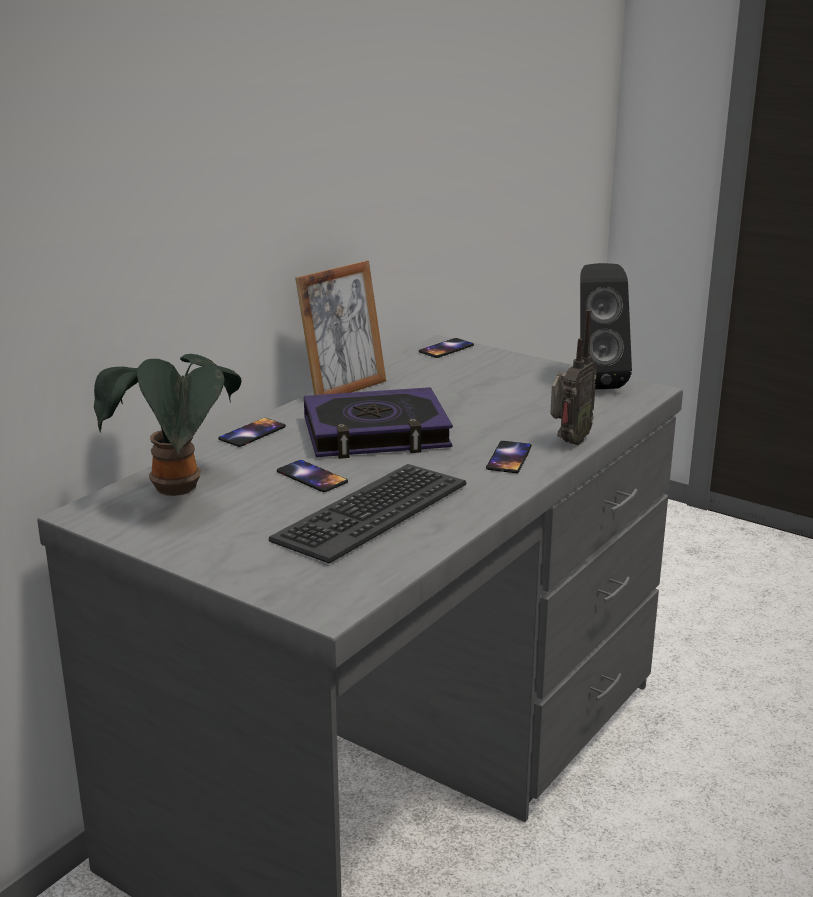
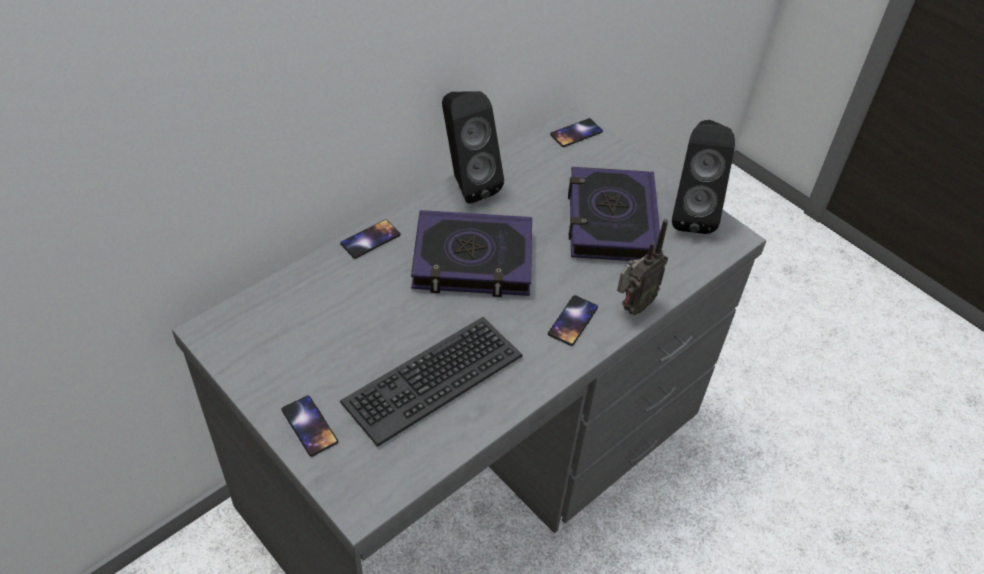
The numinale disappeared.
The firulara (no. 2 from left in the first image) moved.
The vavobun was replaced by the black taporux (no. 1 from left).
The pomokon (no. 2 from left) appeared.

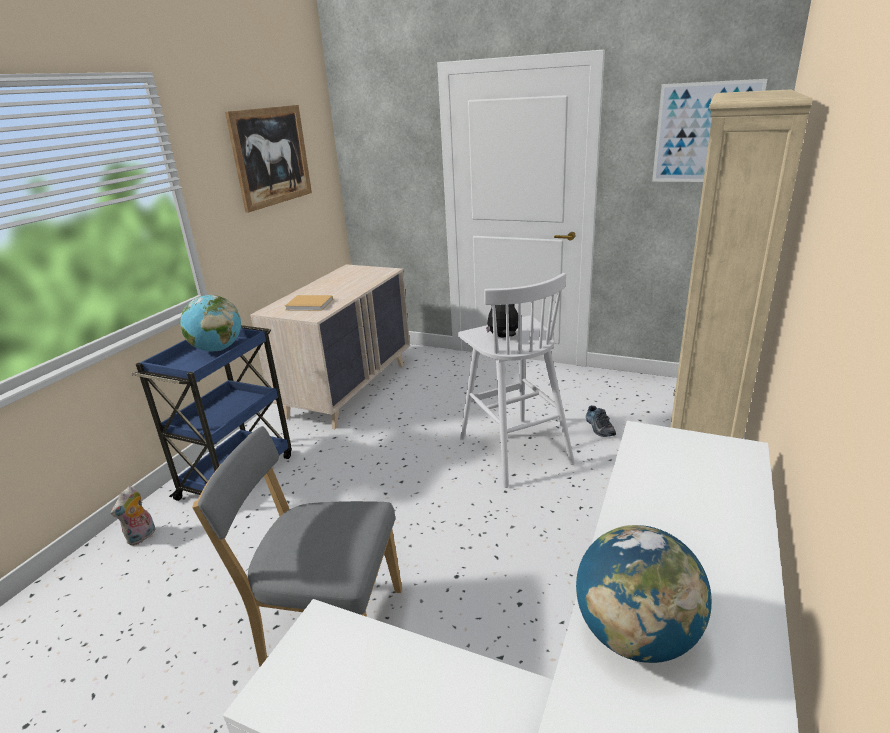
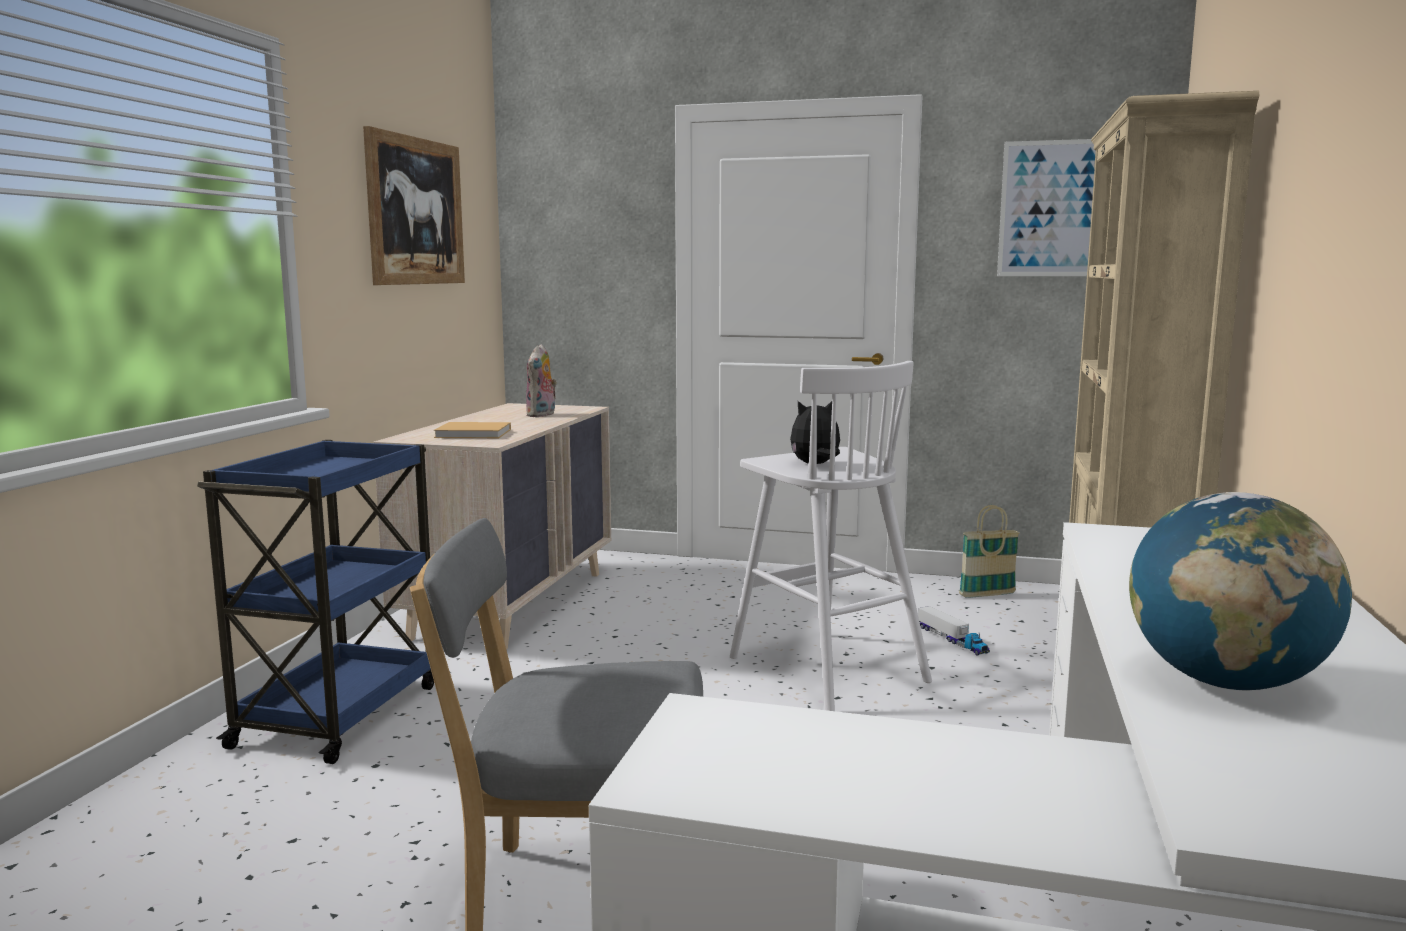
The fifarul (no. 1 from left) moved.
The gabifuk (no. 1 from left) disappeared.
The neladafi was replaced by the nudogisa.
The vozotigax appeared.

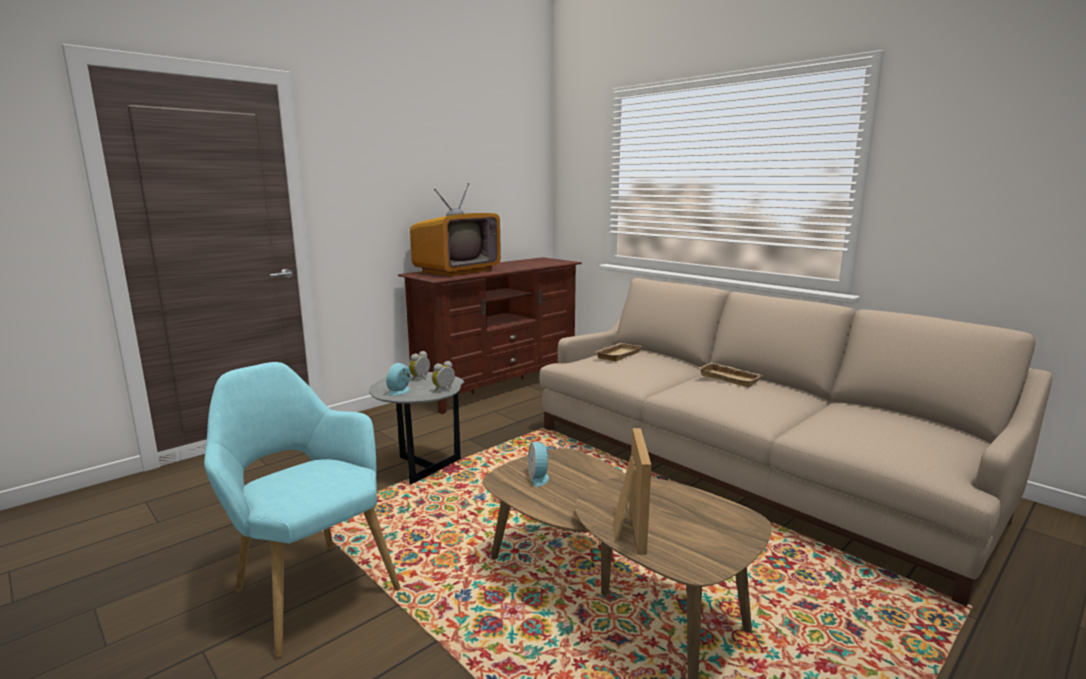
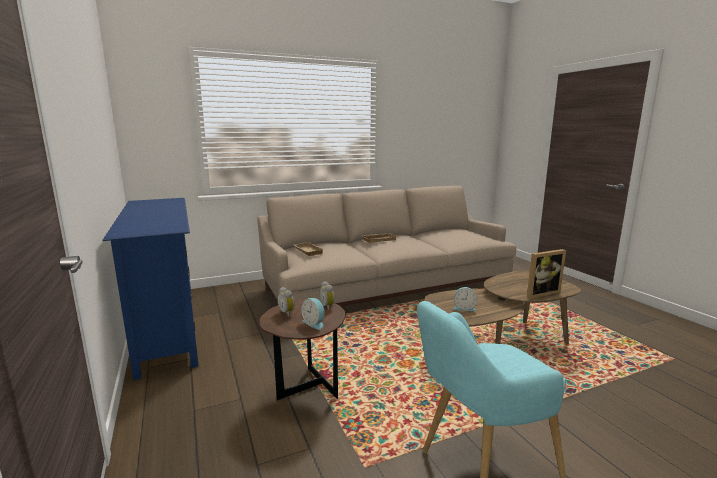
The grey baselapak became the brown baselapak.
The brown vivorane became the blue vivorane.
The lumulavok disappeared.
The vavobun turned 135 degrees clockwise.

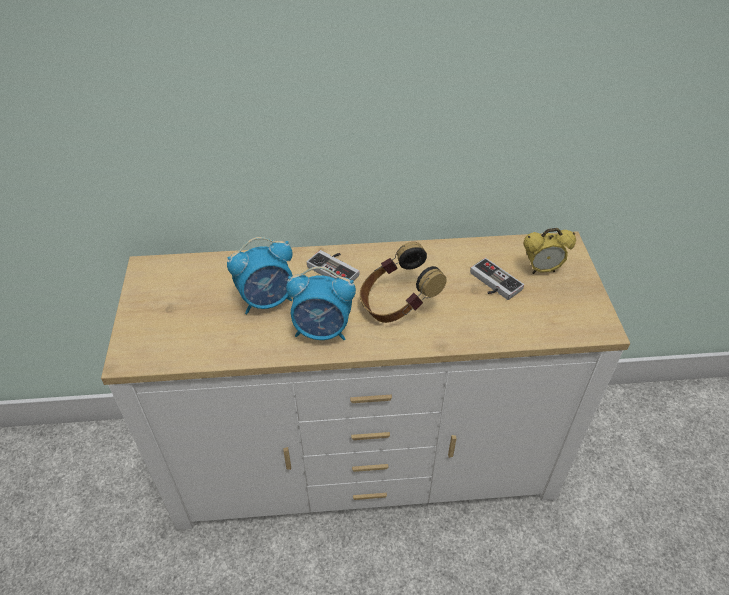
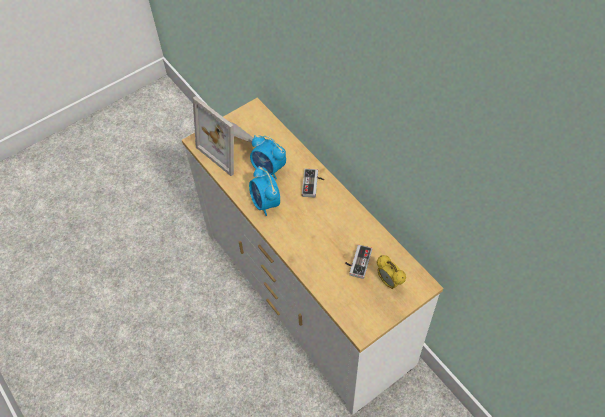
The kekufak disappeared.
The vavobun appeared.

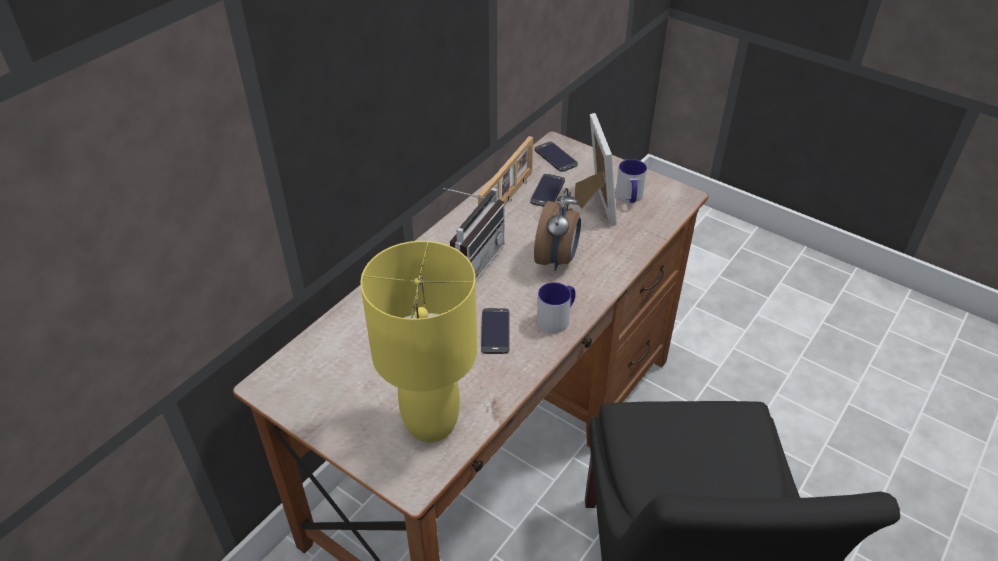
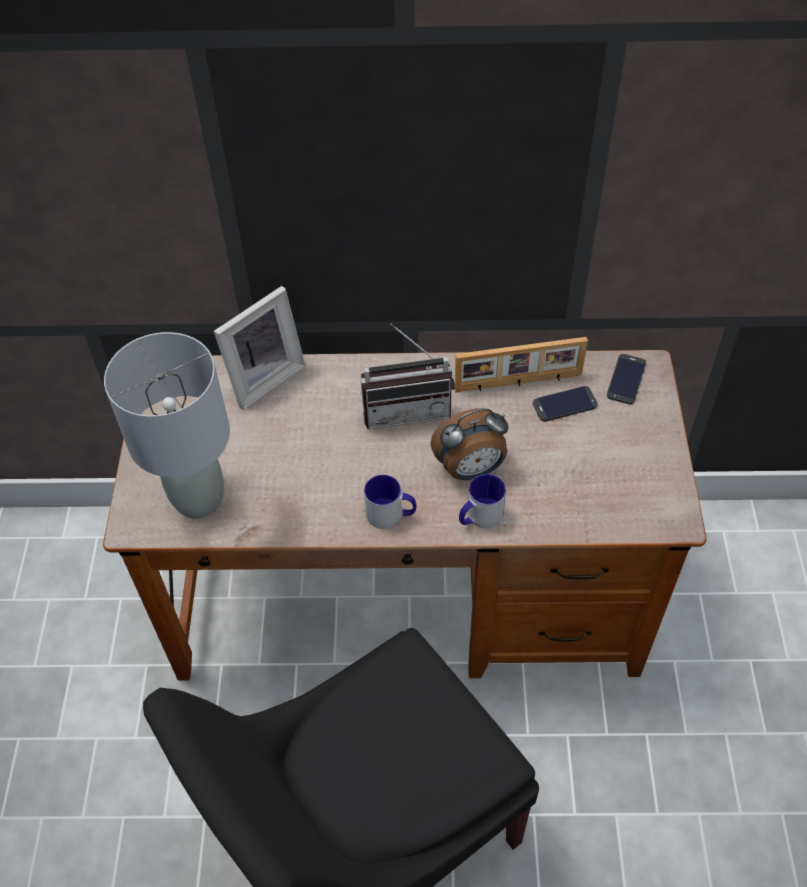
The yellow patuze became the grey patuze.
The firulara (no. 1 from left) disappeared.
The vavobun (no. 2 from left in the first image) moved.
The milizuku (no. 2 from left) moved.

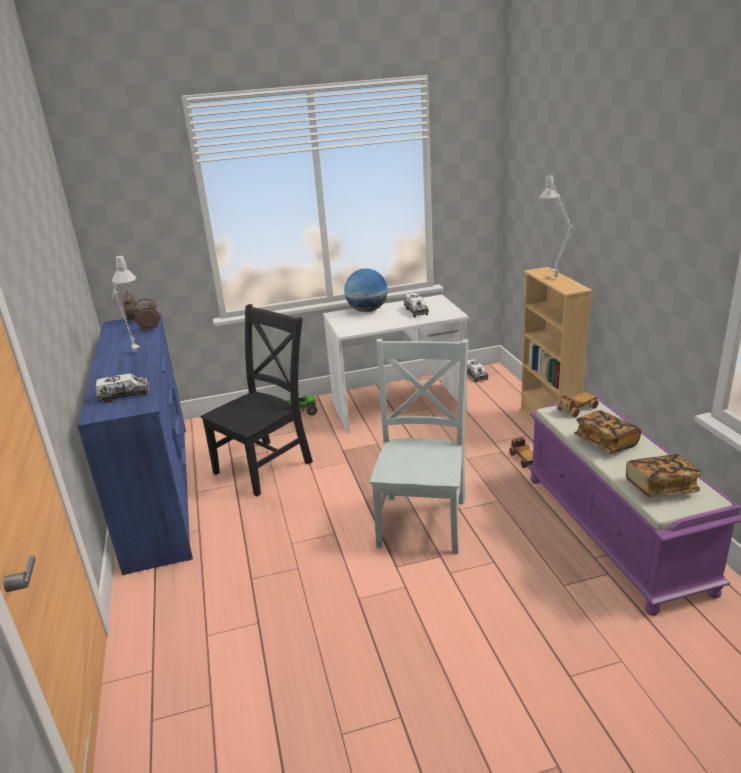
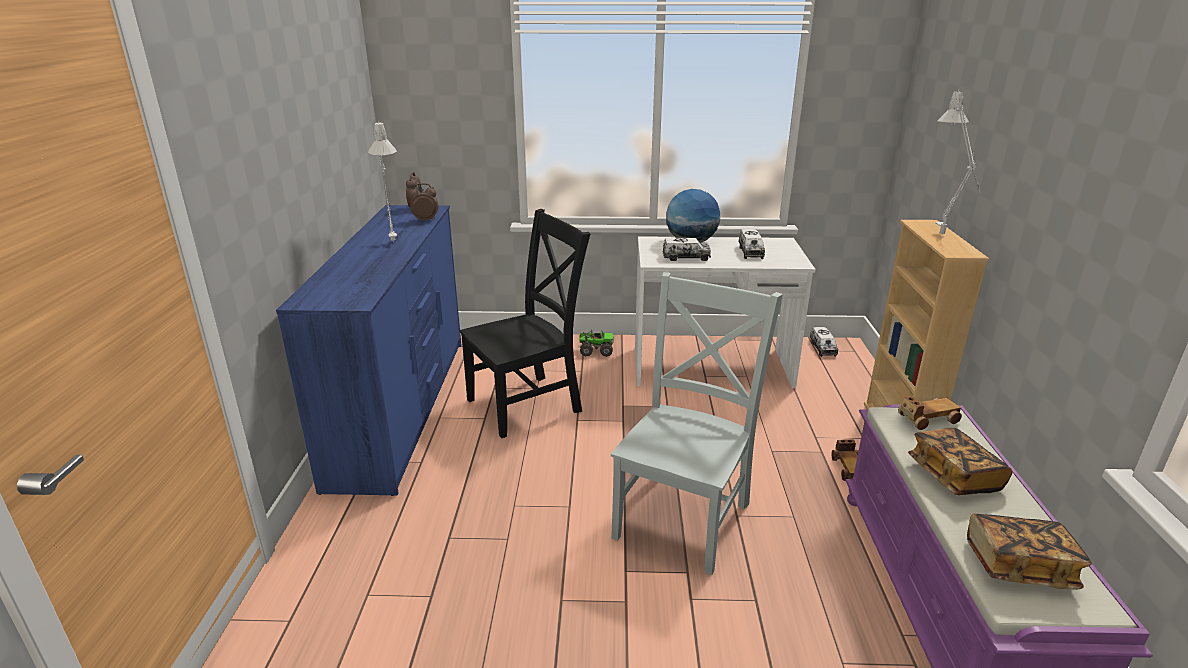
The nudogisa (no. 1 from left in the first image) moved.

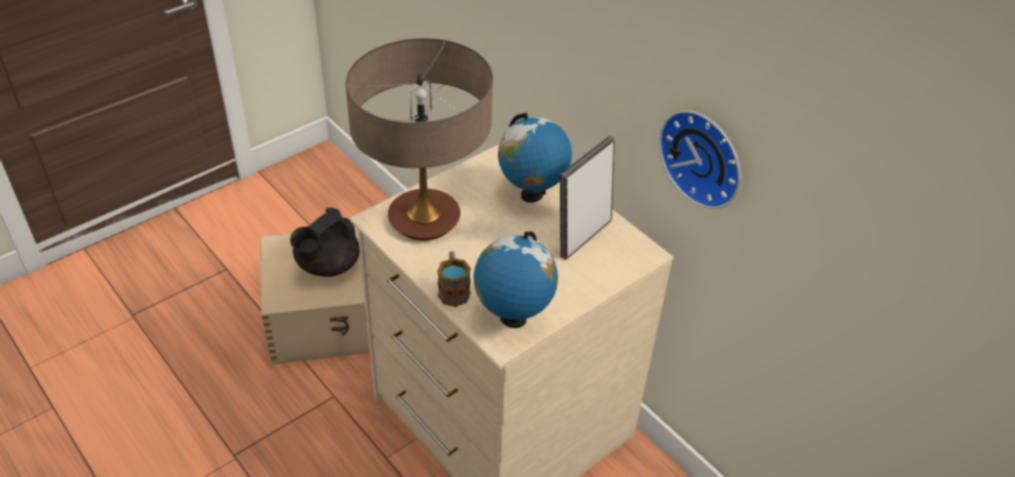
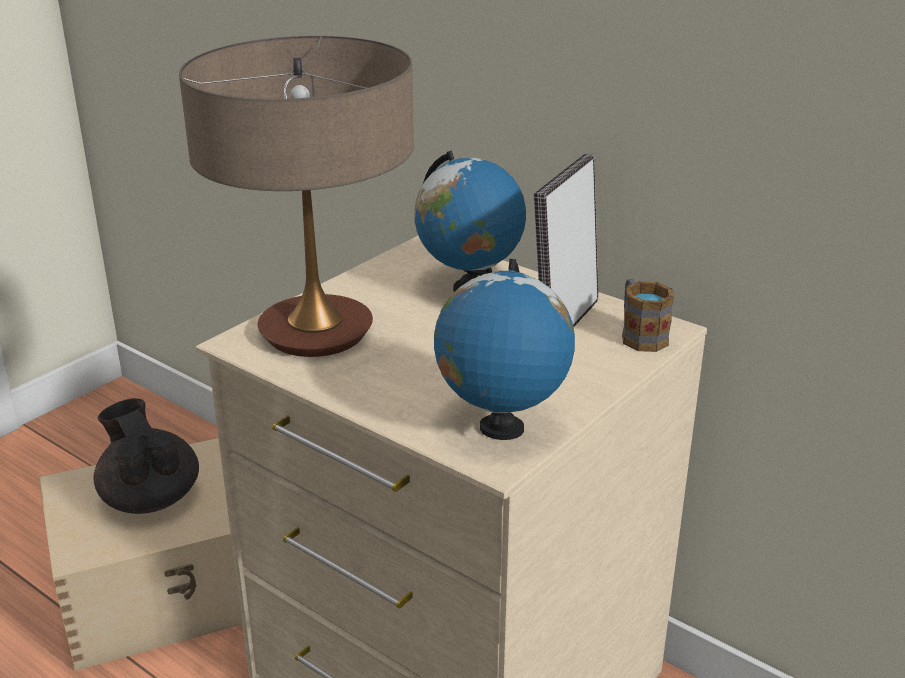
The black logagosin turned 120 degrees clockwise.
The milizuku moved.
The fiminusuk disappeared.

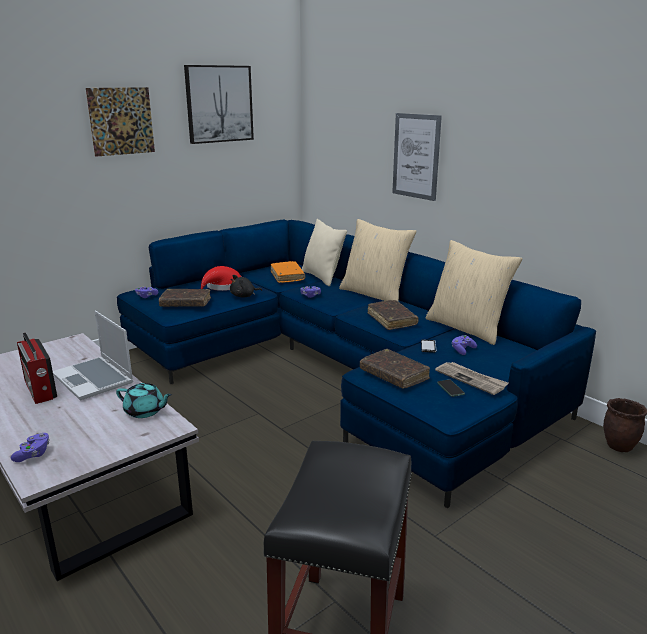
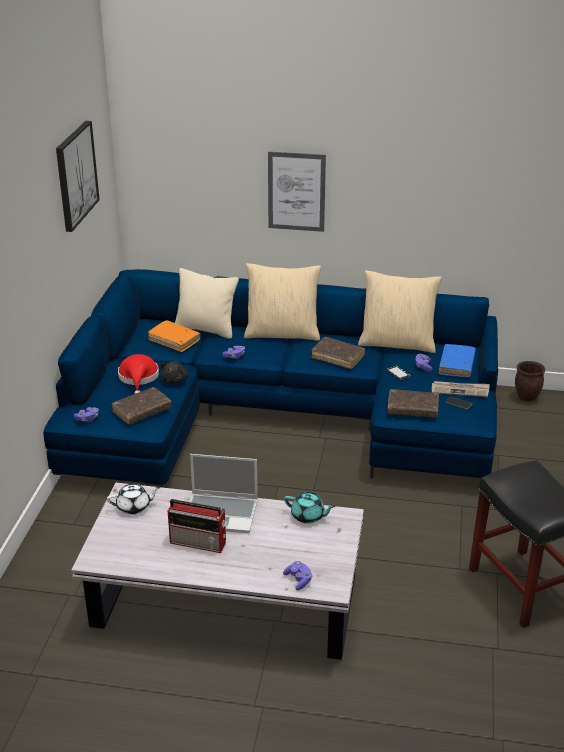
The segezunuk (no. 1 from left) disappeared.
The turquoise logagosin turned 45 degrees clockwise.
The white logagosin appeared.
The blue pomokon appeared.

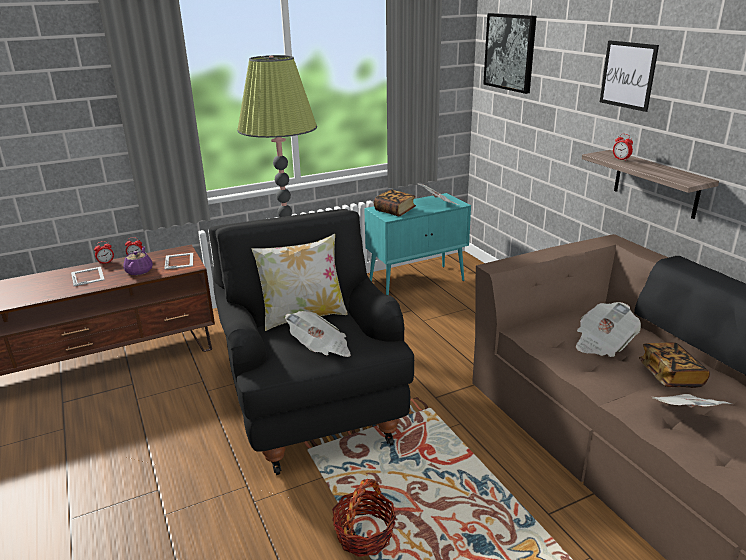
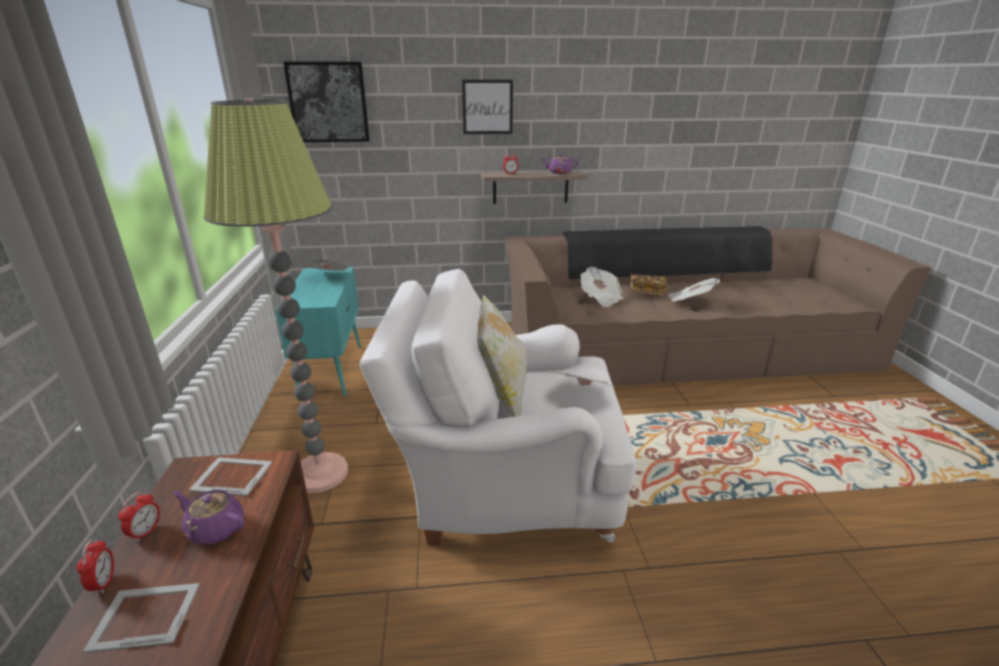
The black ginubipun became the white ginubipun.
The vozotigax disappeared.
The pomokon (no. 1 from left) disappeared.
The purple logagosin (no. 2 from left) appeared.

